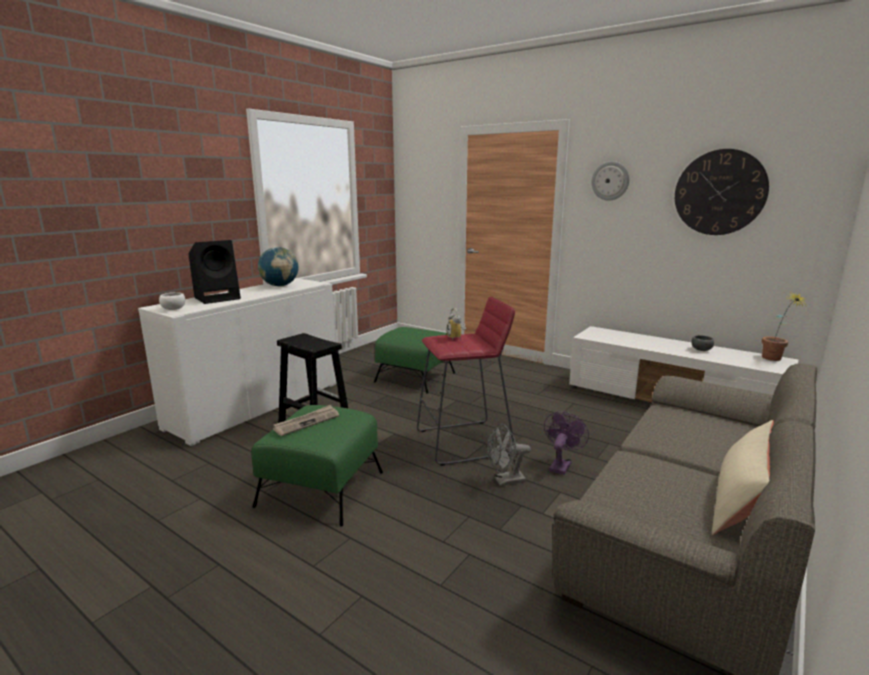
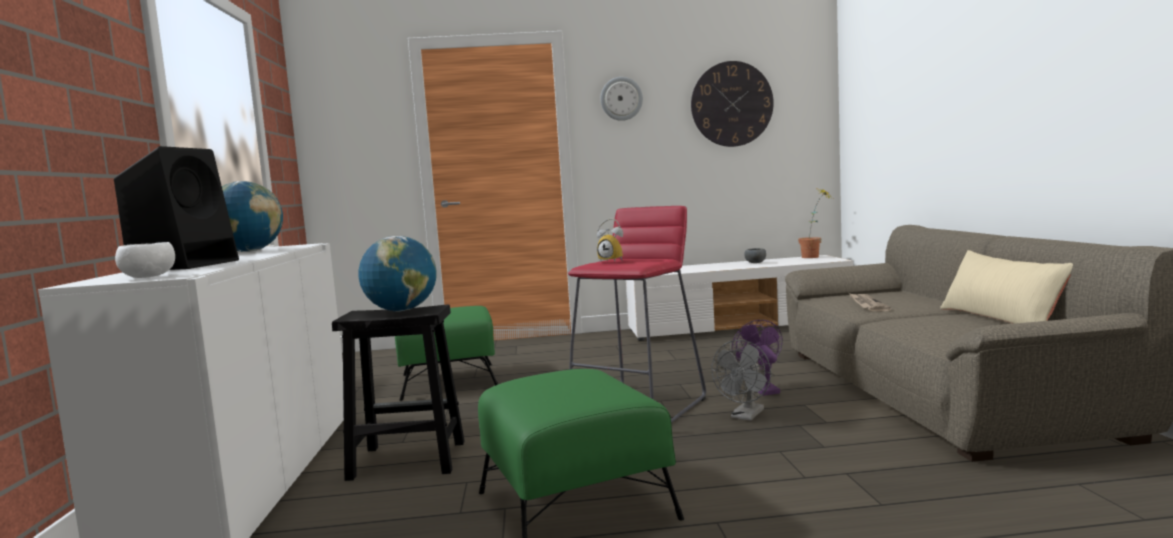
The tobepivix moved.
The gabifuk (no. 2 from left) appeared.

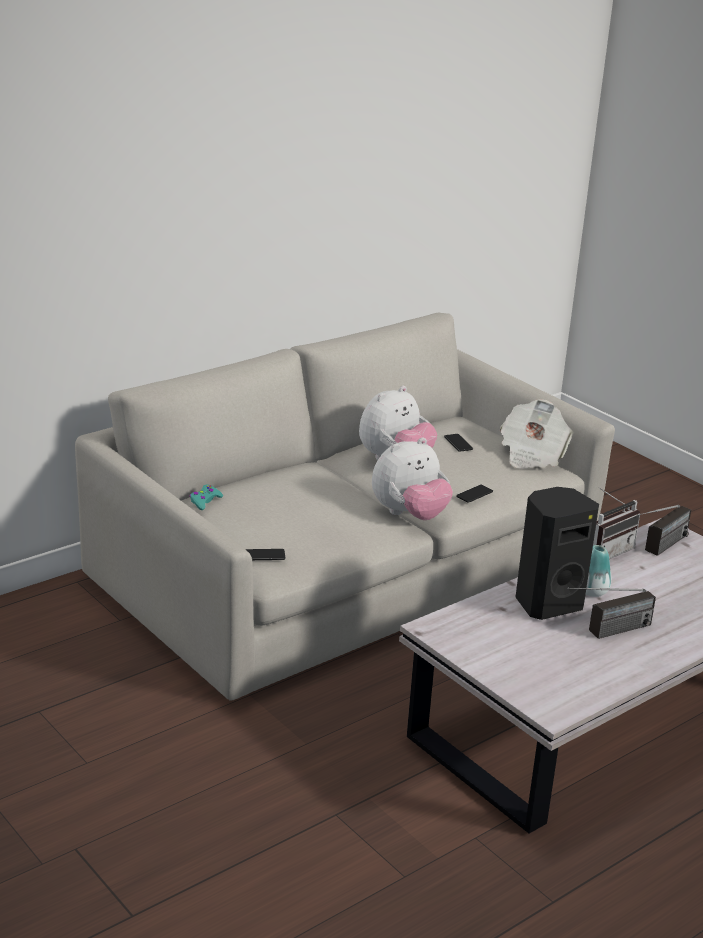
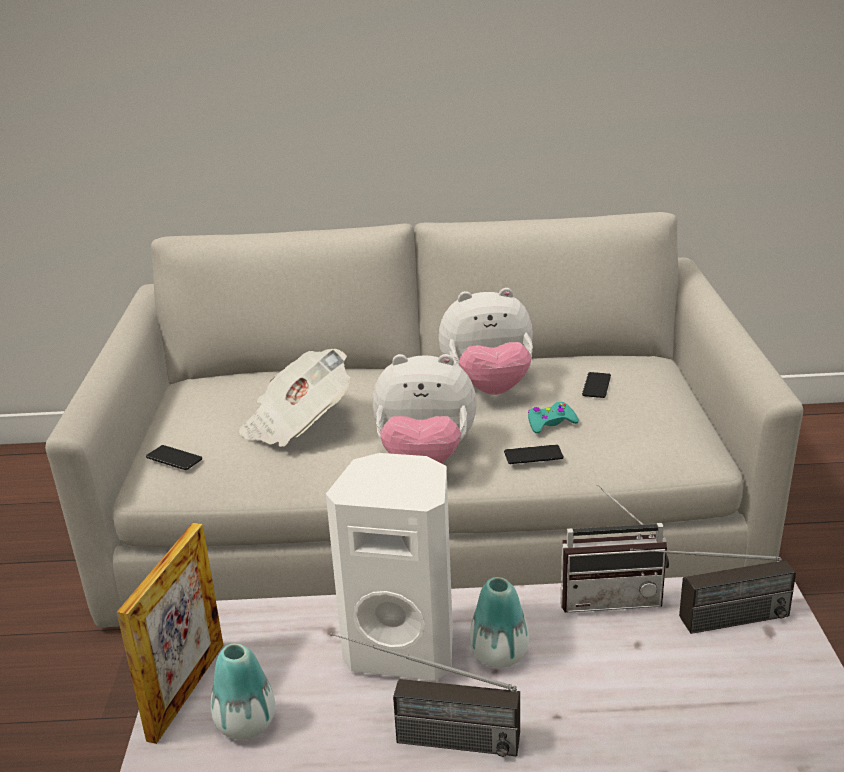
The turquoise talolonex moved.
The tobepivix moved.
The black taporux became the white taporux.
The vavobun appeared.
The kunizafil (no. 1 from left) appeared.

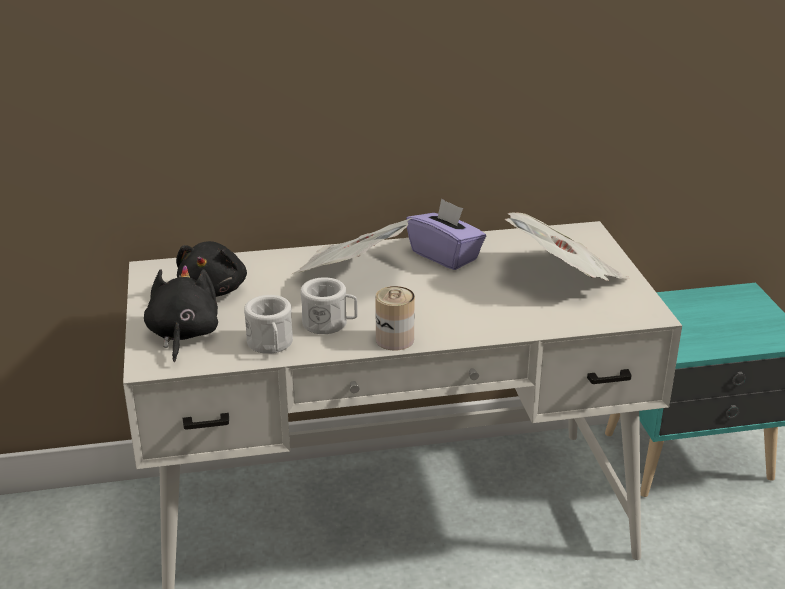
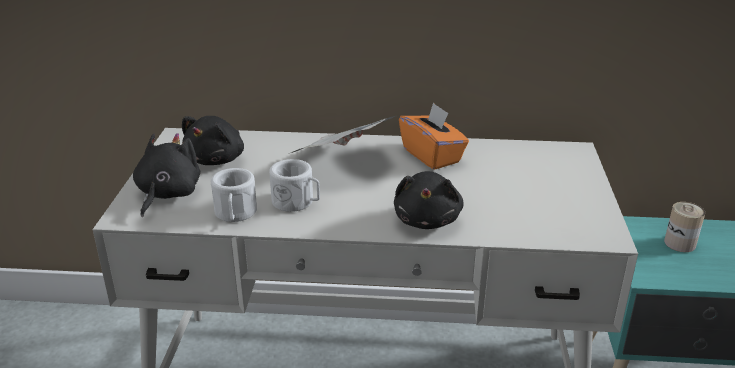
The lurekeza moved.
The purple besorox became the orange besorox.
The tobepivix (no. 2 from left) disappeared.
The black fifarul (no. 3 from left) appeared.

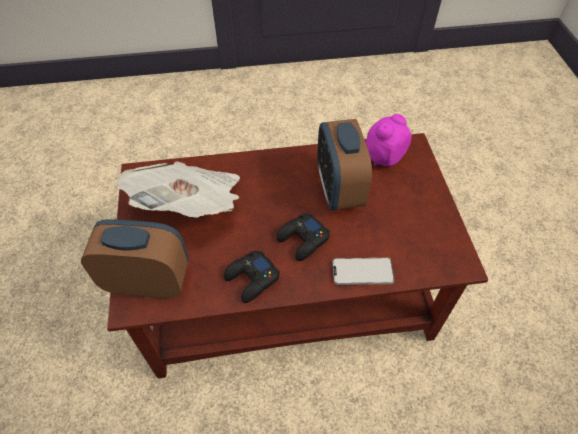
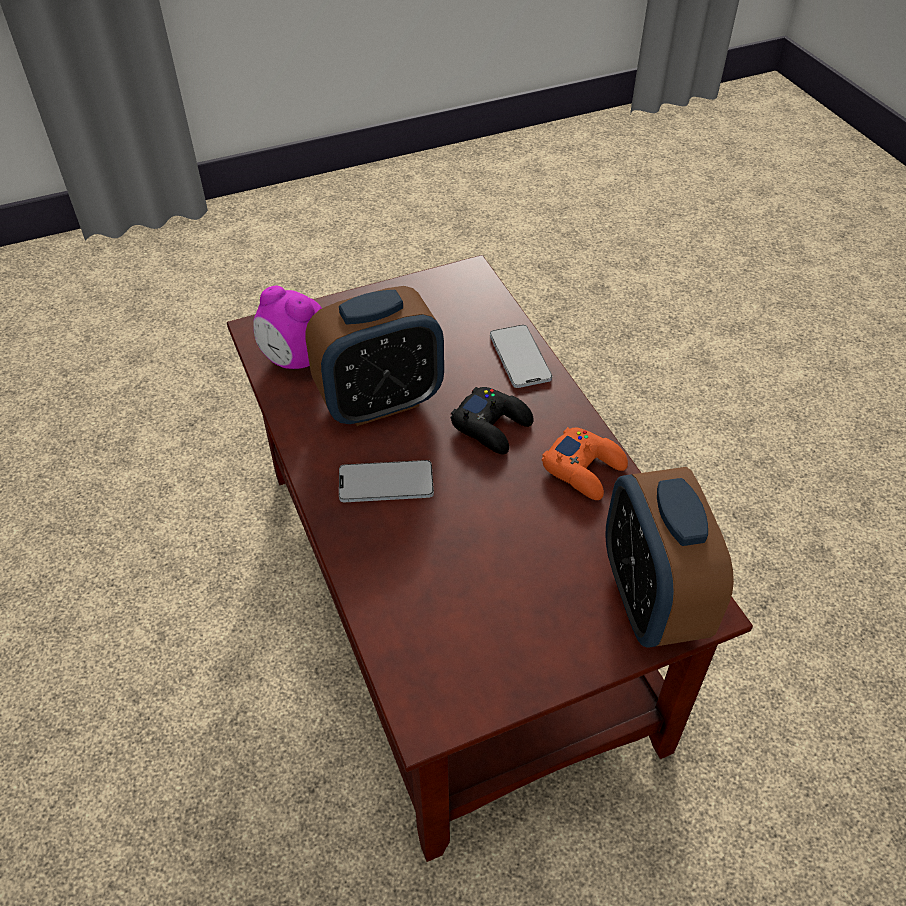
The tobepivix disappeared.
The black talolonex (no. 1 from left) became the orange talolonex.
The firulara (no. 1 from left) appeared.

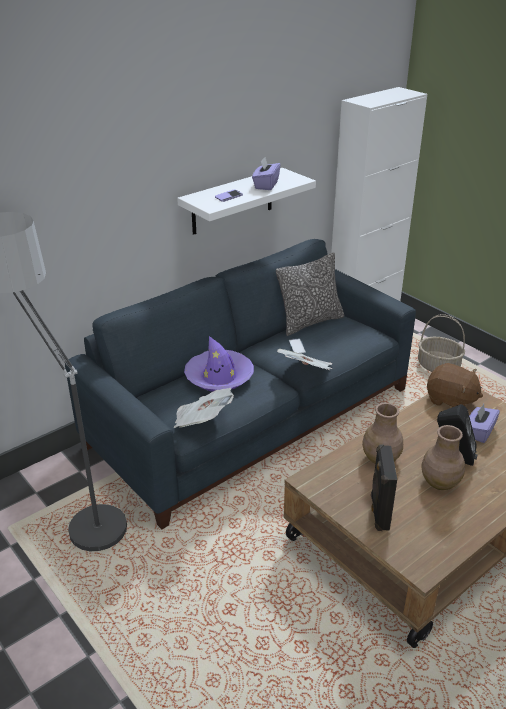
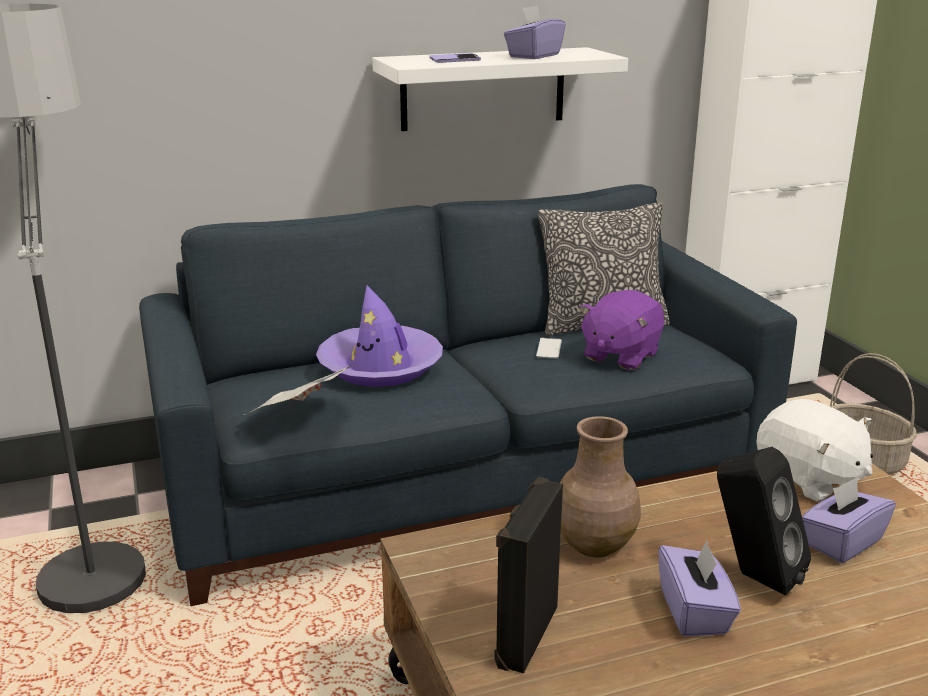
The tobepivix (no. 2 from left) disappeared.
The brown kunizafil (no. 2 from left) was replaced by the purple besorox (no. 2 from left).
The brown fifarul became the white fifarul.
The purple fifarul appeared.

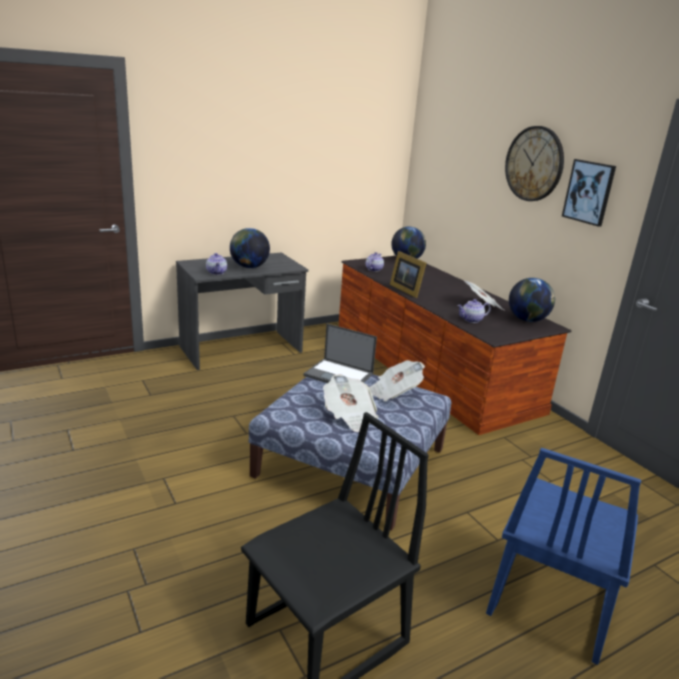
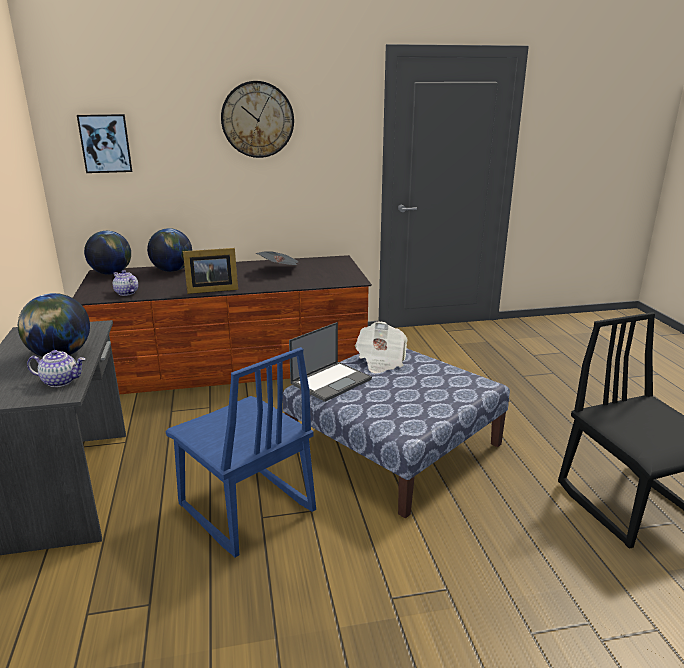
The tobepivix (no. 1 from left) disappeared.
The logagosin (no. 3 from left) disappeared.
The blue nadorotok moved.
The gabifuk (no. 3 from left) moved.
The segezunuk moved.

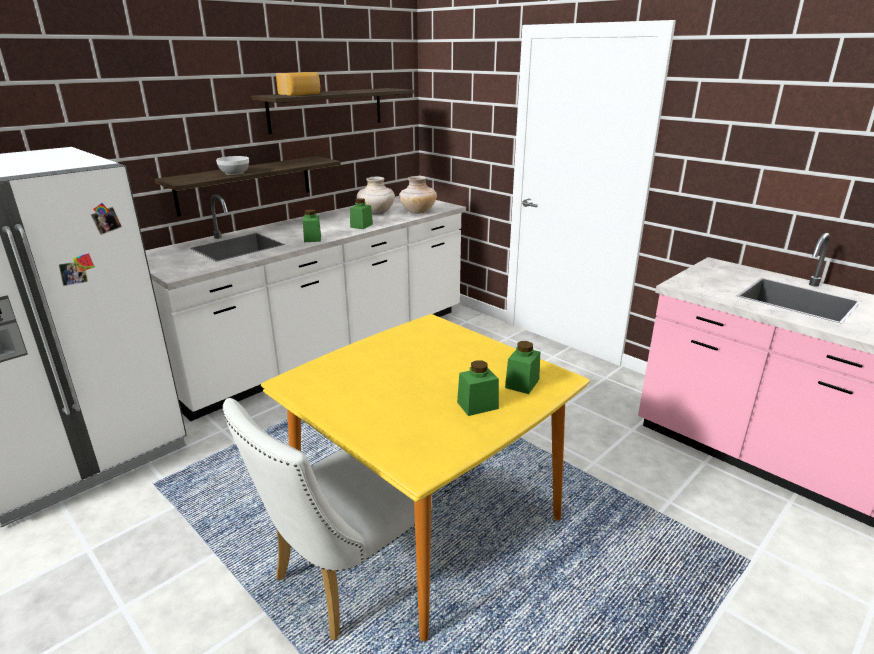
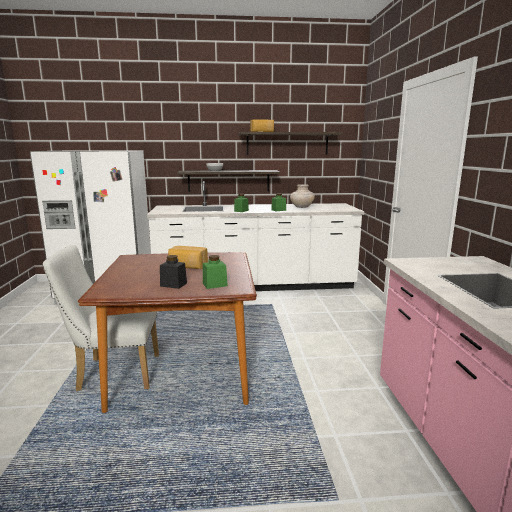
The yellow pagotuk became the brown pagotuk.
The beige kunizafil (no. 2 from left) disappeared.
The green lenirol (no. 3 from left) became the black lenirol.
The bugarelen (no. 1 from left) appeared.

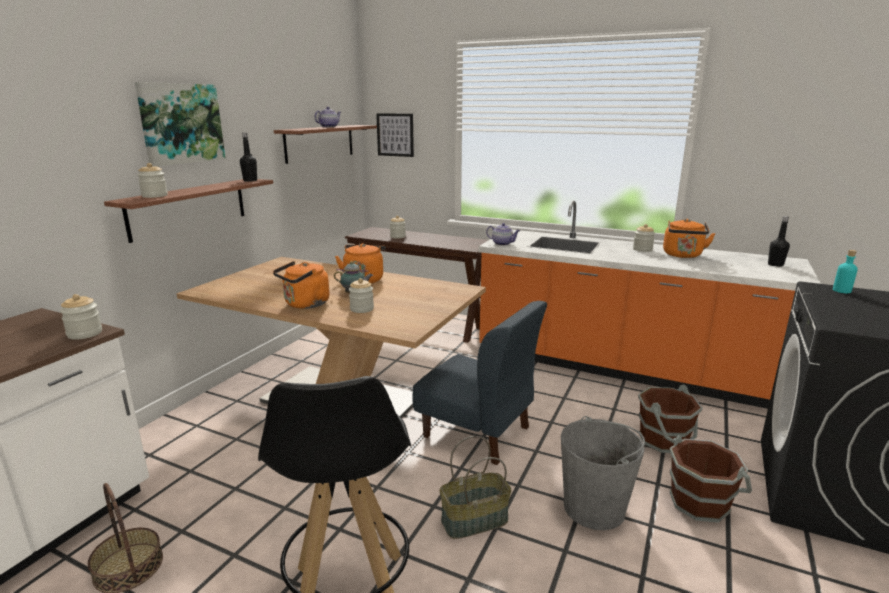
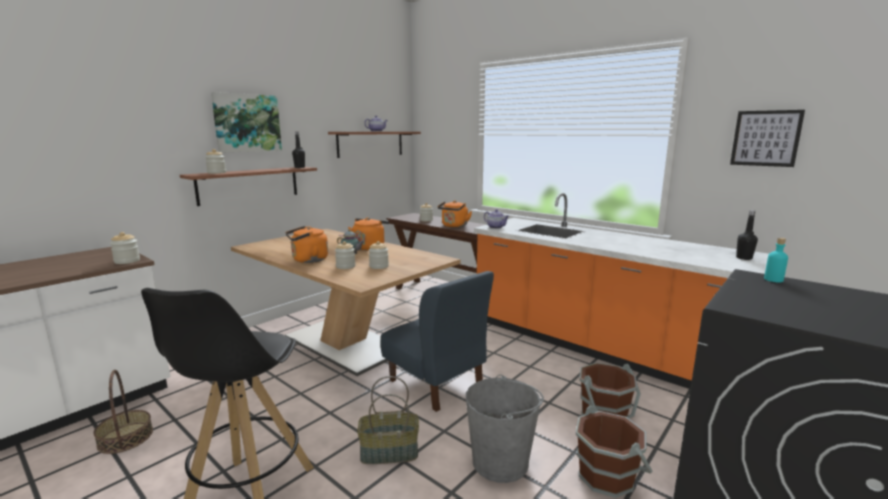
The segezunuk (no. 2 from left) moved.
The lenirol (no. 5 from left in the first image) moved.
The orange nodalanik (no. 3 from left) moved.

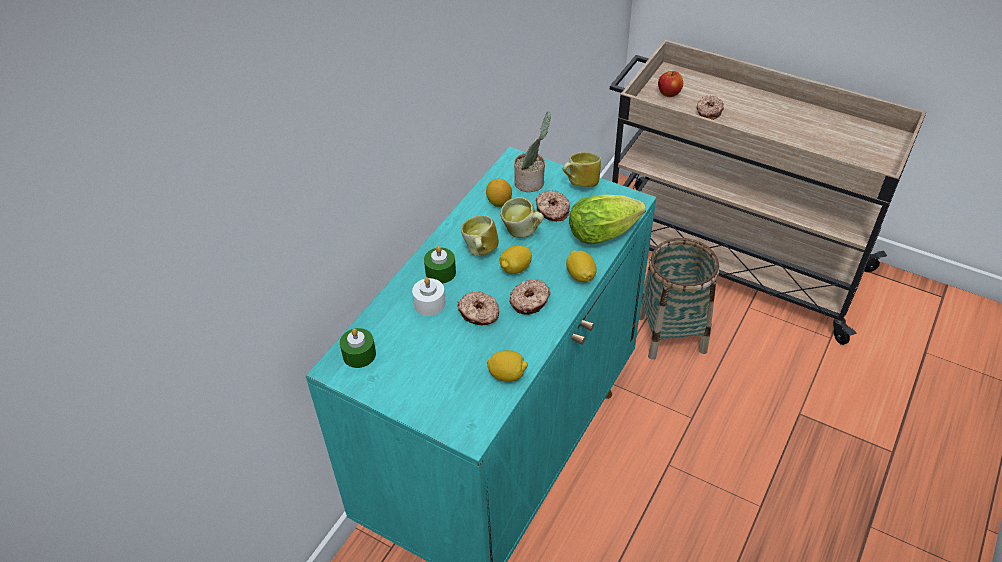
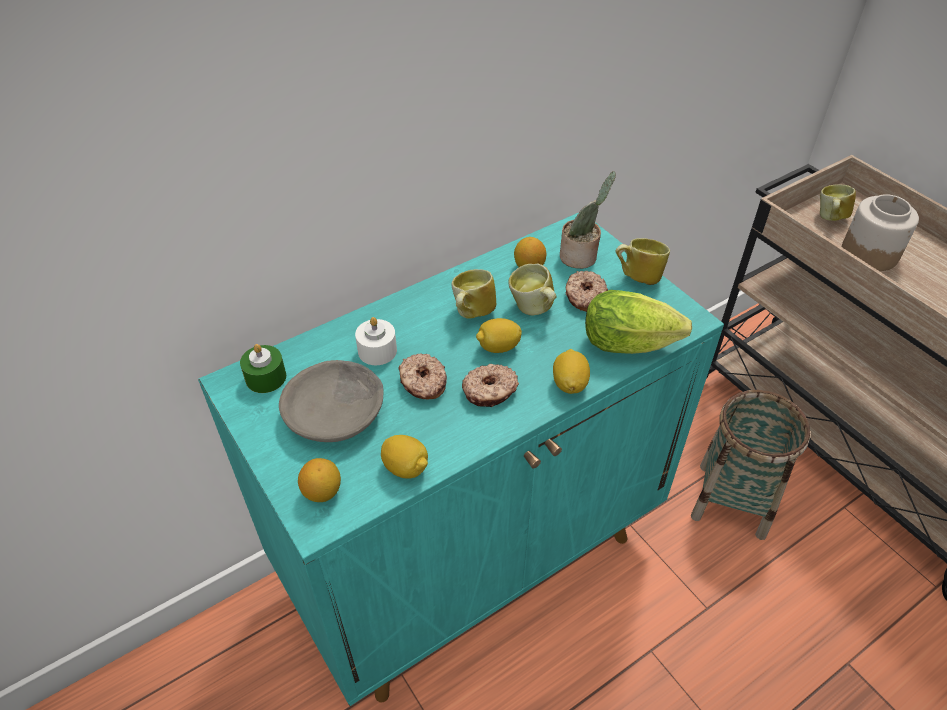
The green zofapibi (no. 2 from left) disappeared.
The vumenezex was replaced by the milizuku (no. 4 from left).
The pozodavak (no. 4 from left) was replaced by the lenirol.
The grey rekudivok appeared.
The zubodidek (no. 1 from left) appeared.

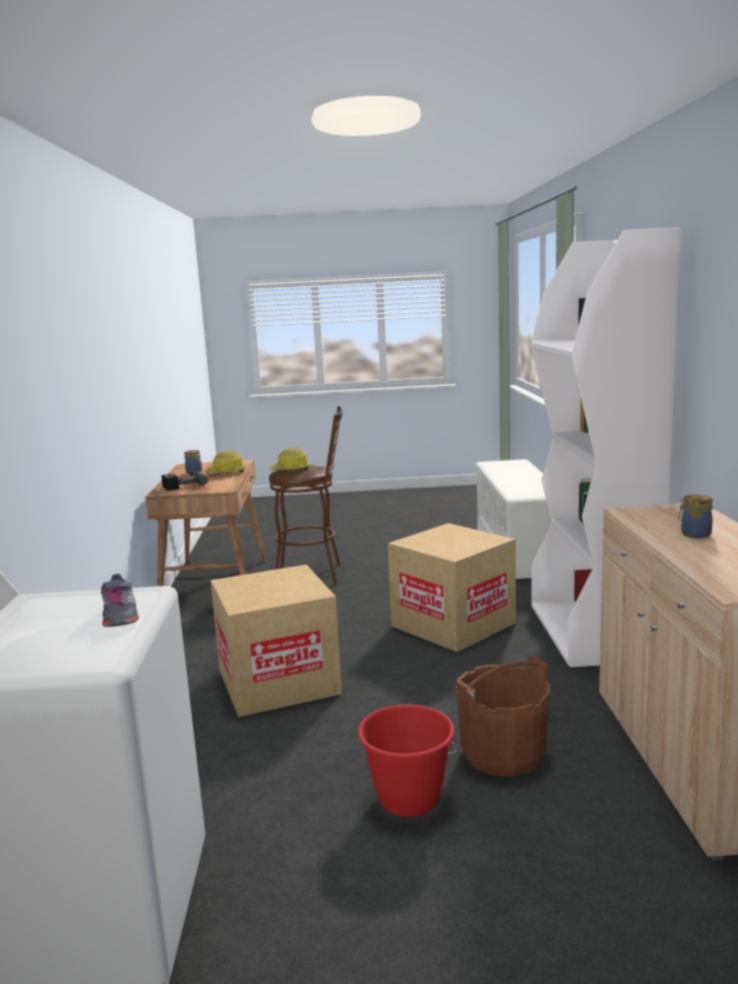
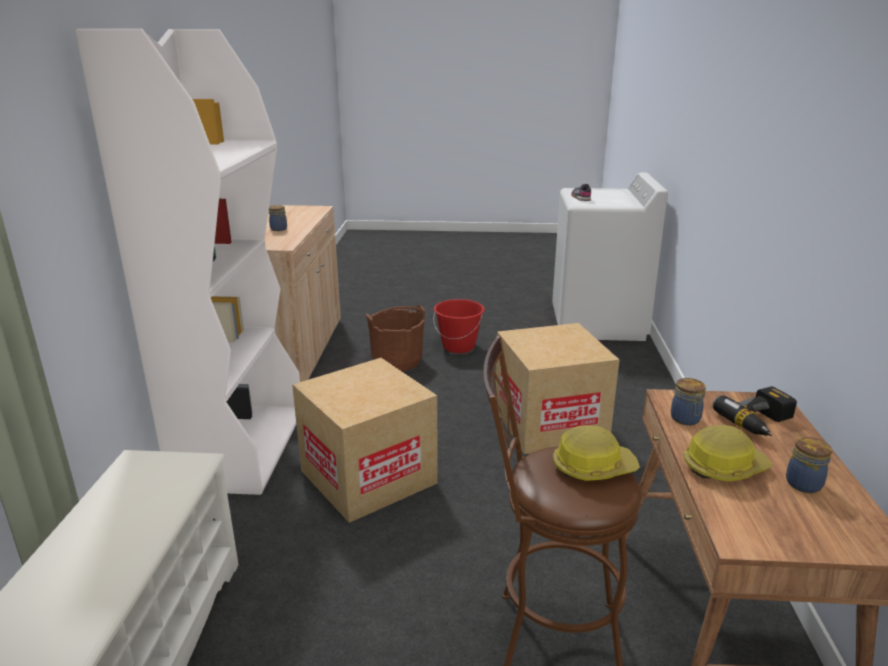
The lenirol (no. 2 from left) appeared.

